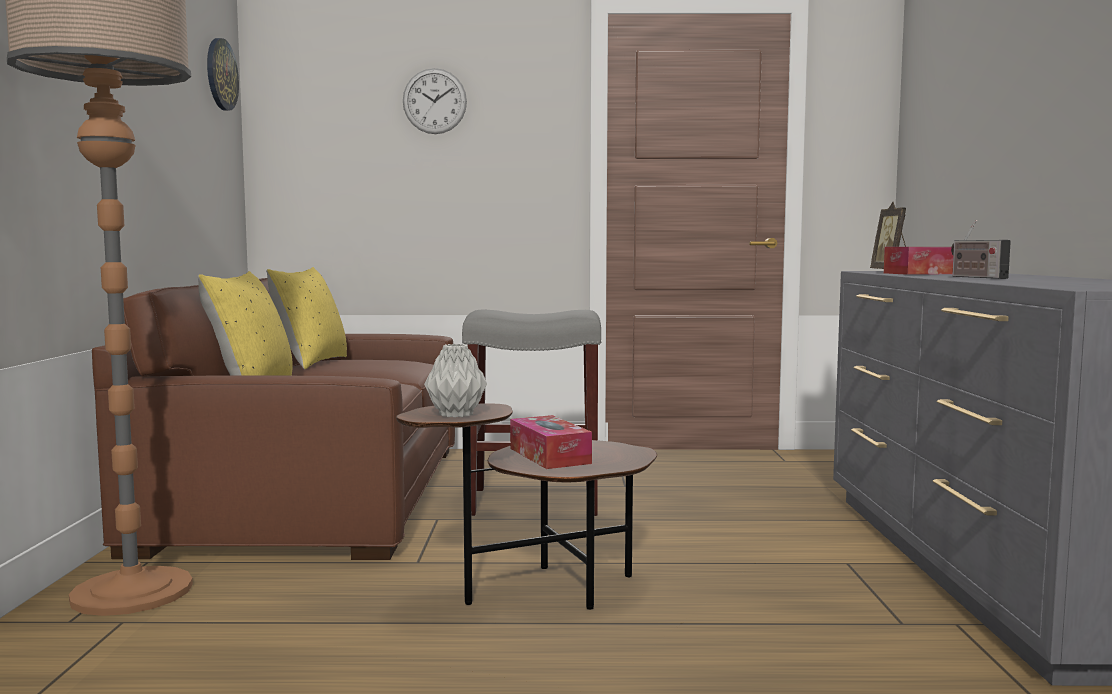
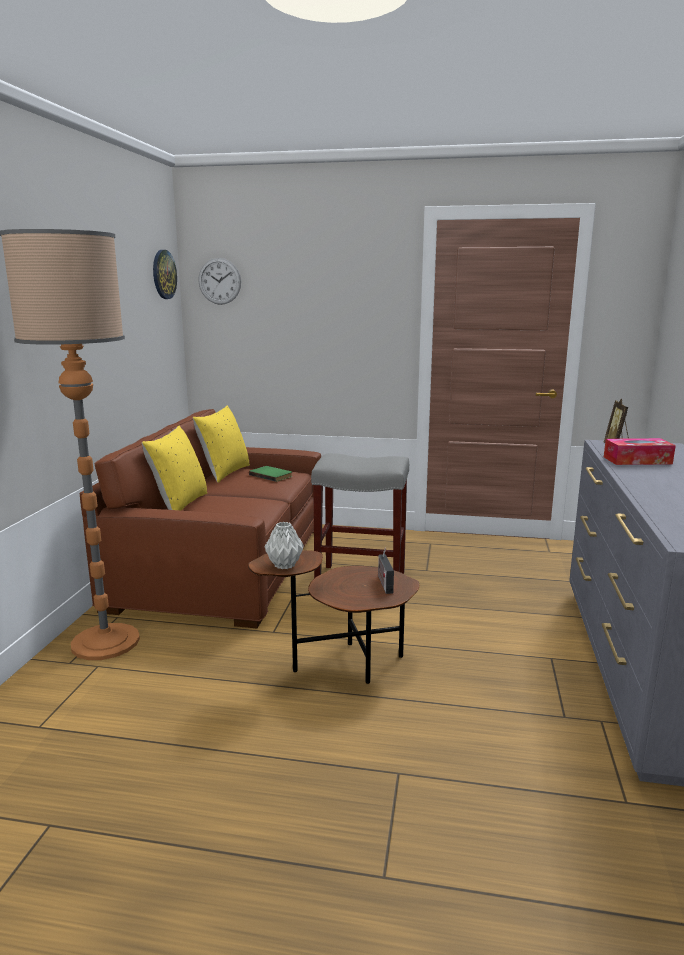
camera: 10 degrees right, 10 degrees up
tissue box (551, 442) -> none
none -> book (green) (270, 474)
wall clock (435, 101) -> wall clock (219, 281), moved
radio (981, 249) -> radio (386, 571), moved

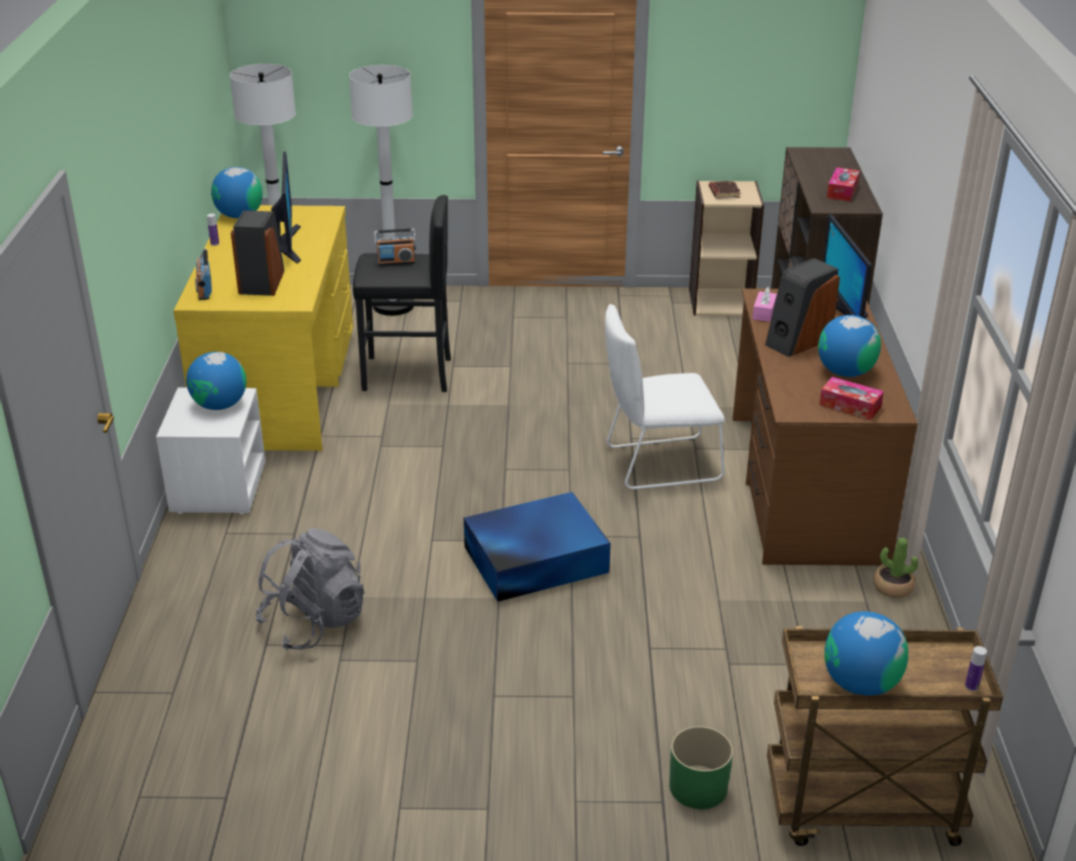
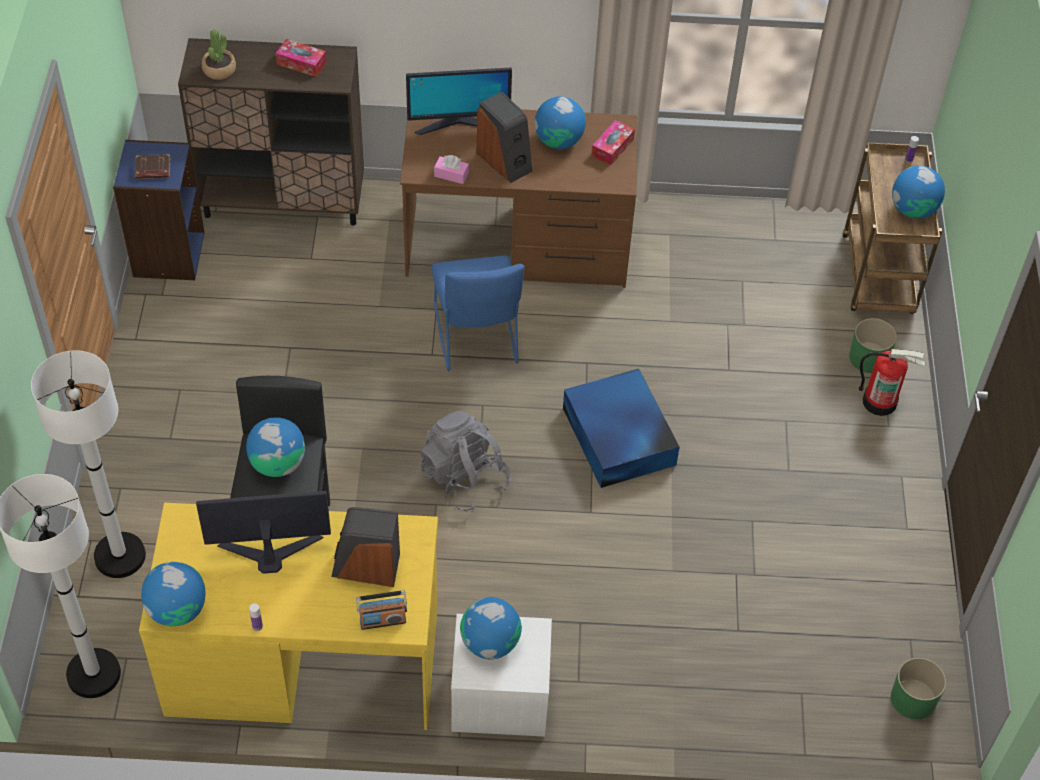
camera: 90 degrees left, 20 degrees up
none -> fire extinguisher (892, 382)
none -> planter (green) (918, 688)
backpack (grey) (310, 589) -> backpack (grey) (466, 461), moved
potted plant (895, 568) -> potted plant (219, 54), moved
radio (395, 247) -> globe (275, 447)
chair (white) (665, 396) -> chair (blue) (478, 313)
bookcase (beige) (726, 248) -> bookcase (blue) (159, 210)

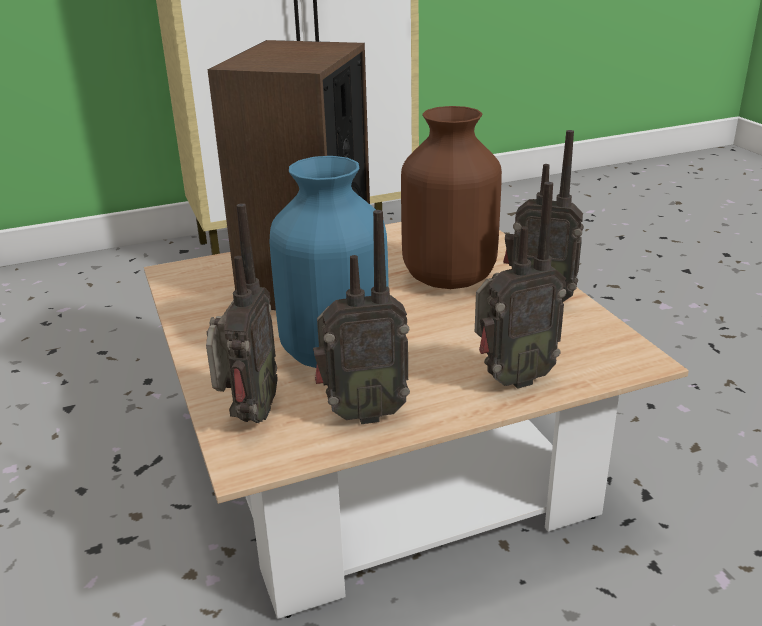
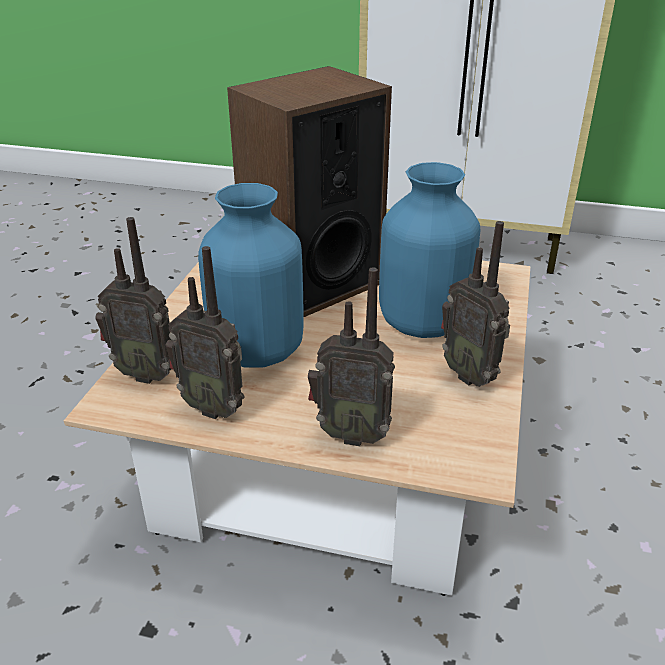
camera: 35 degrees right, 5 degrees up
vase (brown) (451, 197) -> vase (blue) (429, 250)
radio (242, 313) -> radio (133, 300), 60 degrees clockwise

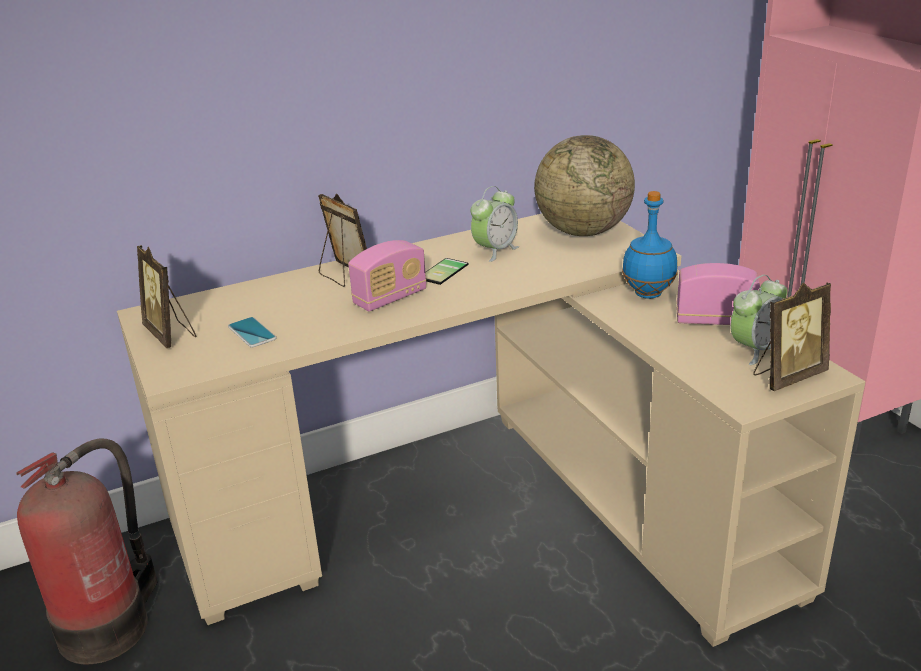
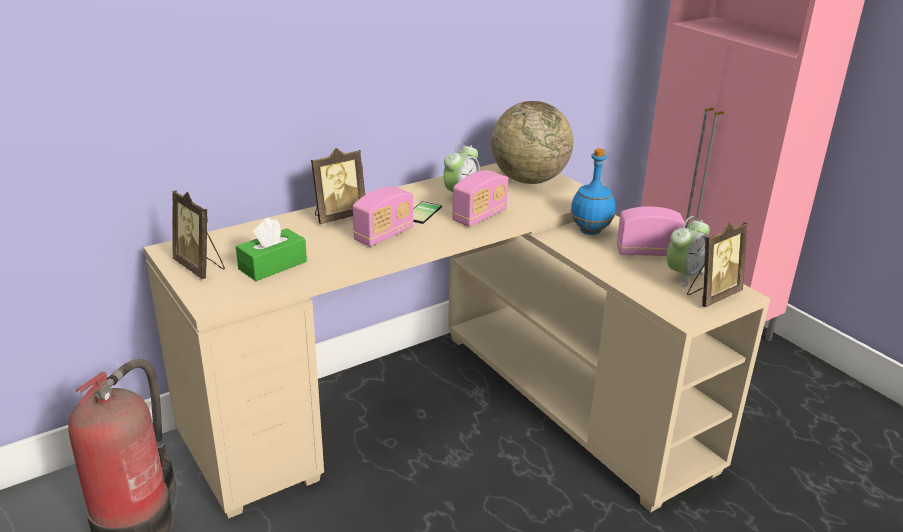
camera: 10 degrees left, 0 degrees up
none -> radio (480, 198)
phone (252, 332) -> tissue box (green) (271, 249)
picture frame (342, 240) -> picture frame (338, 186), 105 degrees clockwise

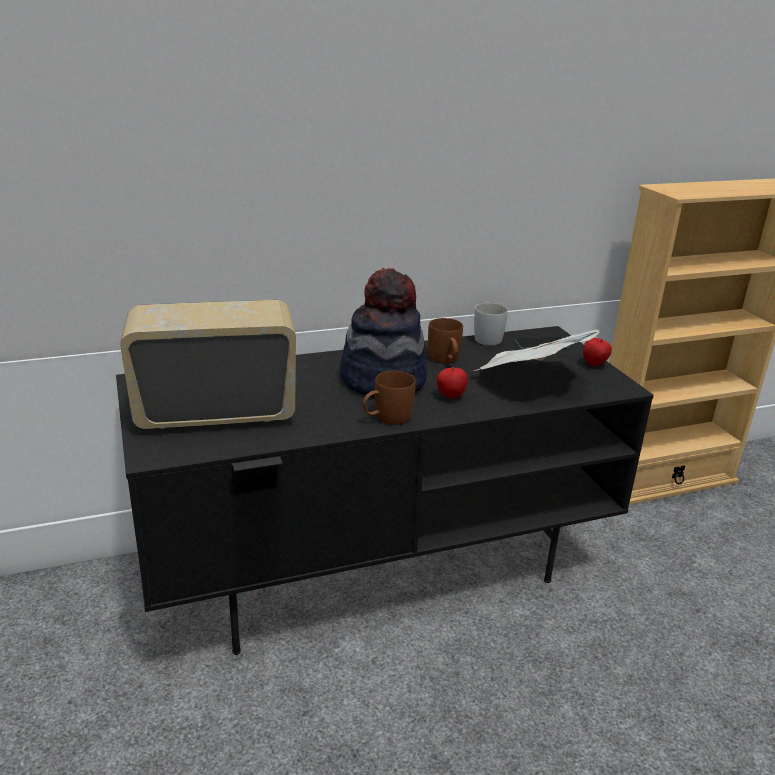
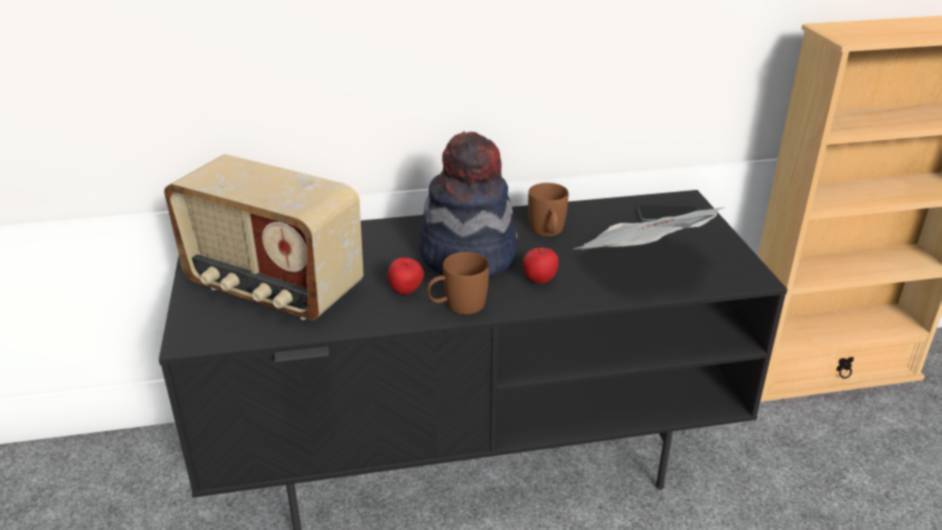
camera: 10 degrees right, 5 degrees up
mug (white) (491, 324) -> none
apple (597, 352) -> apple (405, 276), moved
radio (208, 364) -> radio (263, 237), 150 degrees counterclockwise

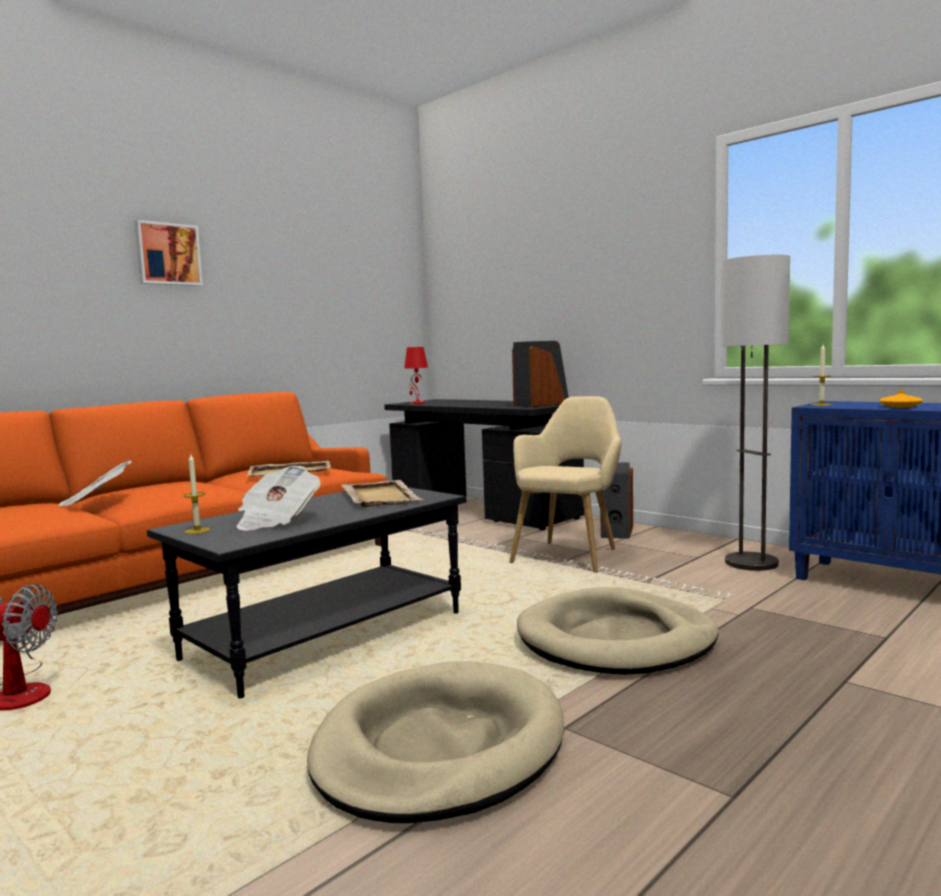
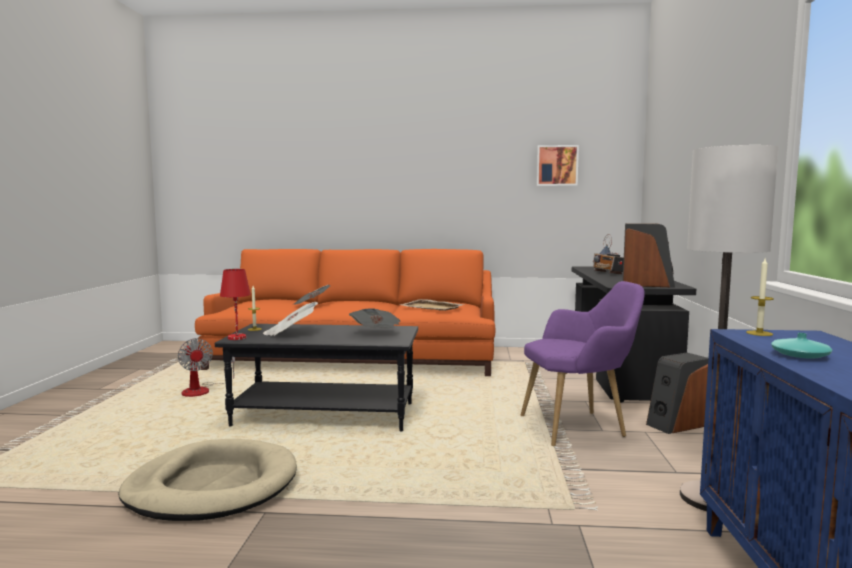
camera: 50 degrees right, 0 degrees up
dog bed (beige) (618, 631) -> none
none -> radio (608, 254)
picture (169, 253) -> picture (557, 165), moved
table lamp (red) (416, 375) -> table lamp (red) (235, 304), moved
tray (beige) (382, 493) -> newspaper (375, 318)
armchair (beige) (565, 484) -> armchair (purple) (583, 363)
vase (orange) (901, 399) -> vase (turquoise) (801, 345)

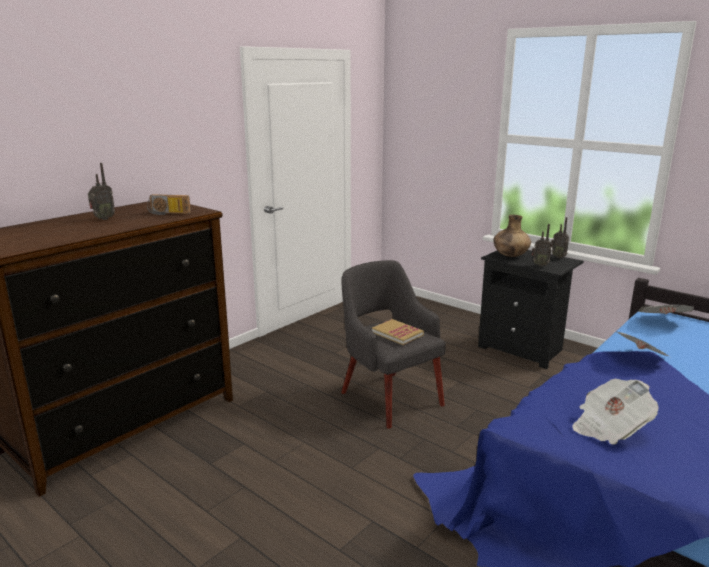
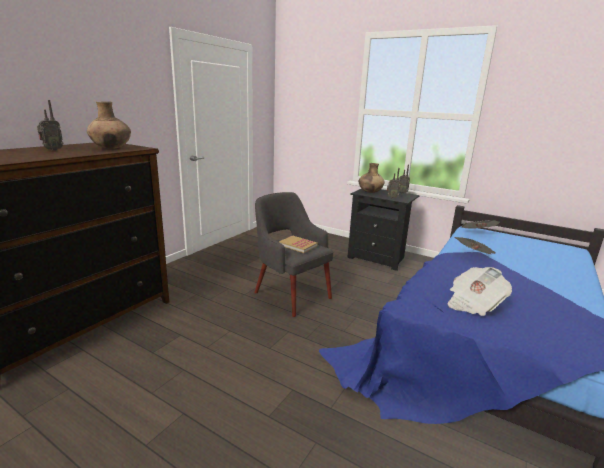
camera: 10 degrees left, 0 degrees up
radio (169, 204) -> vase (brown) (109, 125)

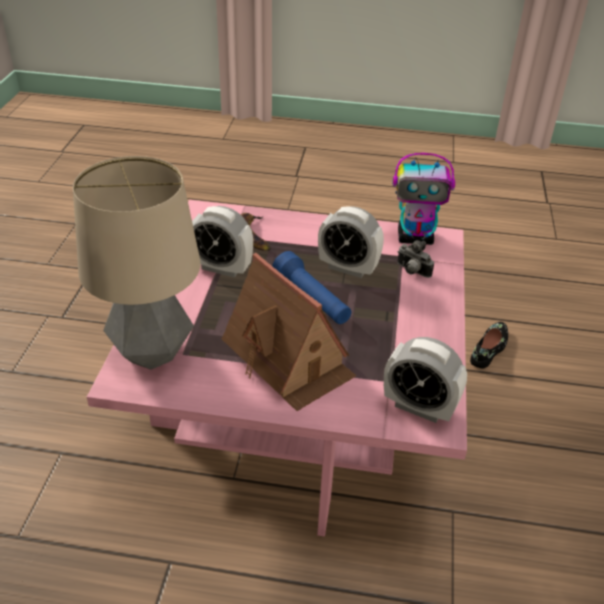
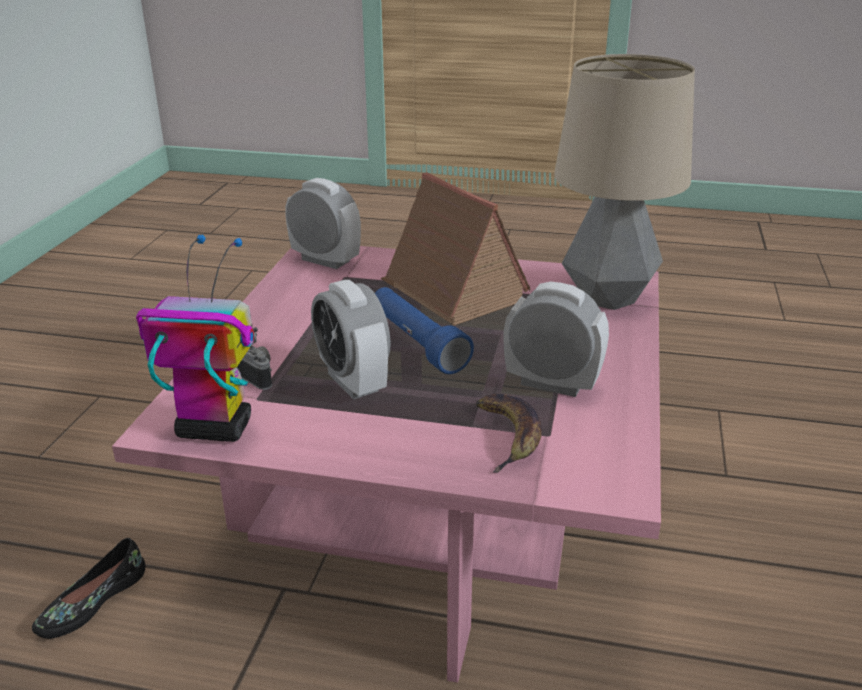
camera: 175 degrees left, 10 degrees down
alarm clock (351, 242) -> alarm clock (351, 340), 150 degrees counterclockwise

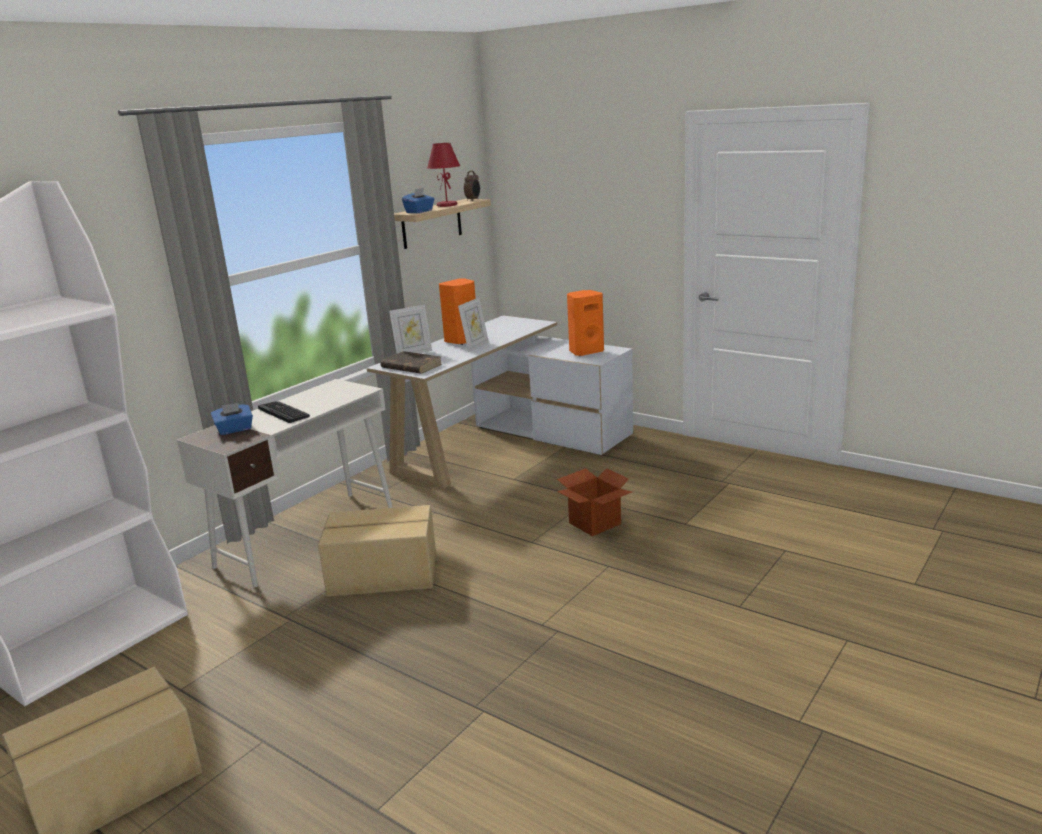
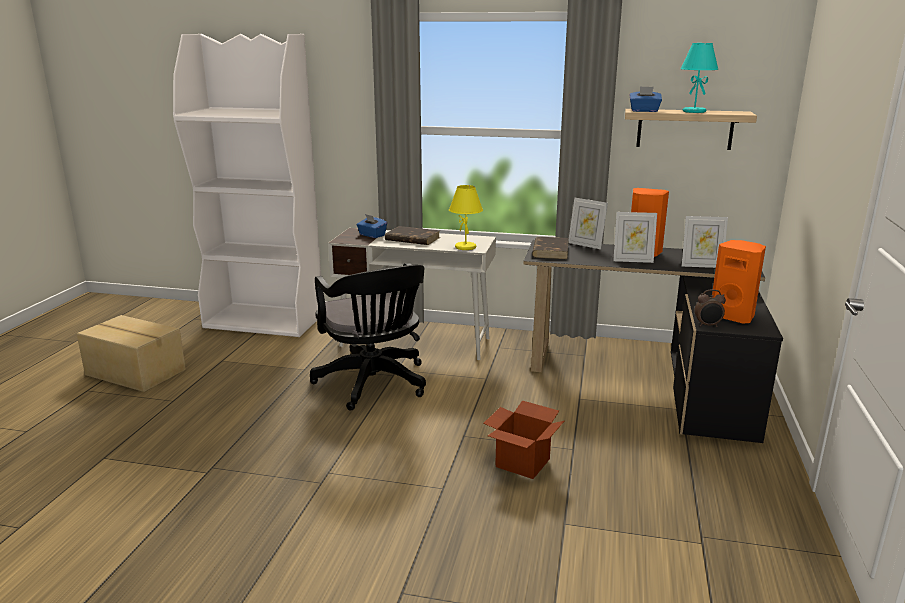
camera: 65 degrees right, 0 degrees up
none -> table lamp (yellow) (466, 217)
none -> picture frame (705, 242)
alarm clock (472, 186) -> alarm clock (710, 308), moved
keyboard (284, 412) -> book (brown) (412, 235)
cardboard box (377, 551) -> office chair (black) (368, 336)
desk (white) (500, 402) -> desk (black) (653, 341)
table lamp (red) (443, 175) -> table lamp (turquoise) (700, 78)

